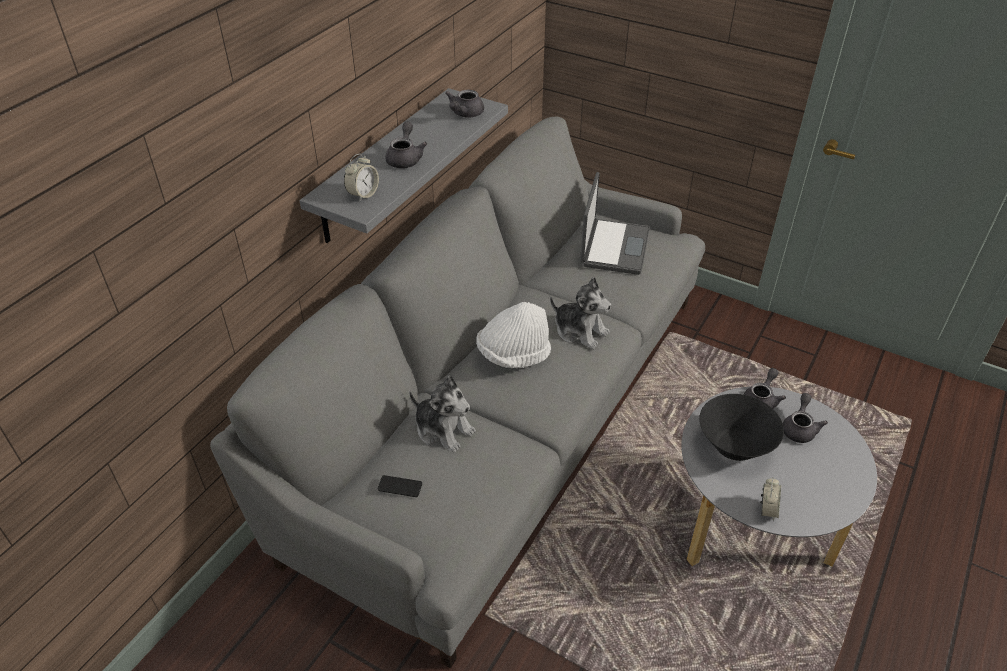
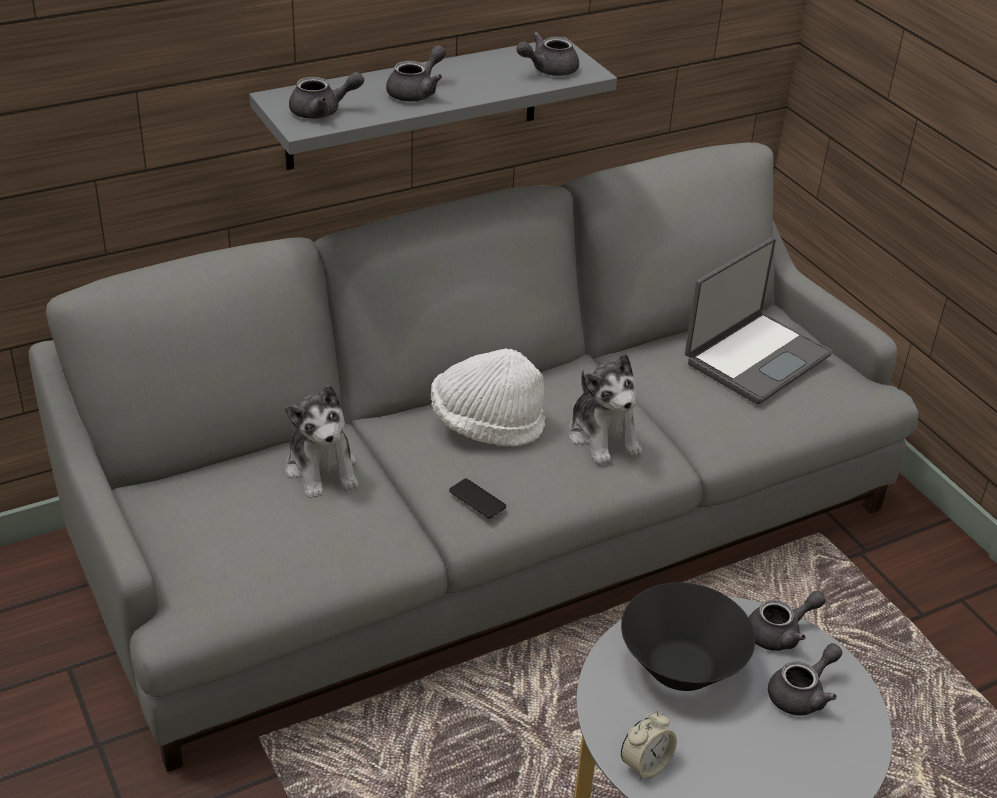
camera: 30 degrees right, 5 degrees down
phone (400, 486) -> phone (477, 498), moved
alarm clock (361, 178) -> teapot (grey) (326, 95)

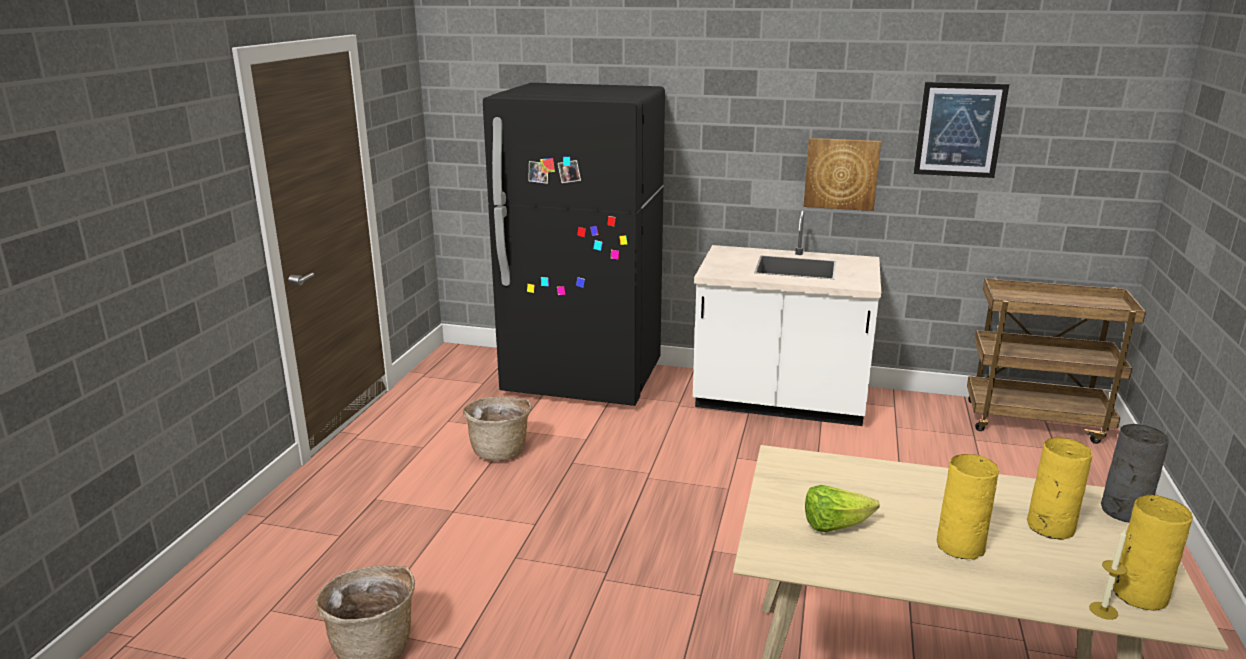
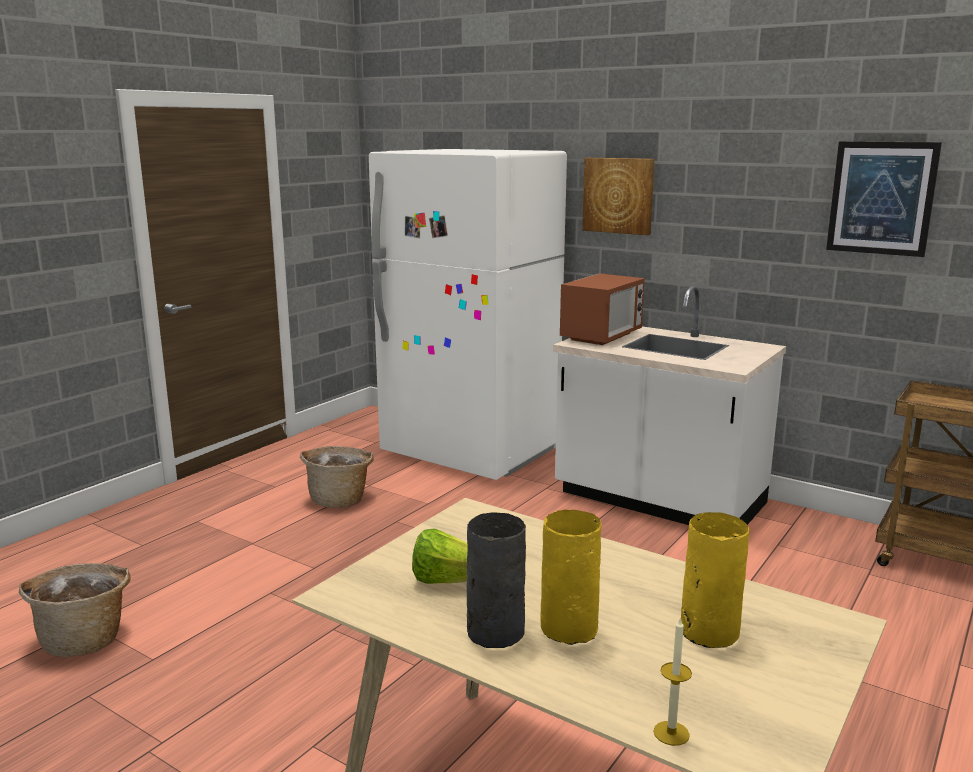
camera: 20 degrees right, 5 degrees down
vase (yellow) (1153, 553) -> none
none -> microwave (602, 309)
picture (842, 174) -> picture (618, 196), moved
vase (grey) (1135, 473) -> vase (grey) (496, 580), moved
fridge (black) (574, 244) -> fridge (white) (468, 314)

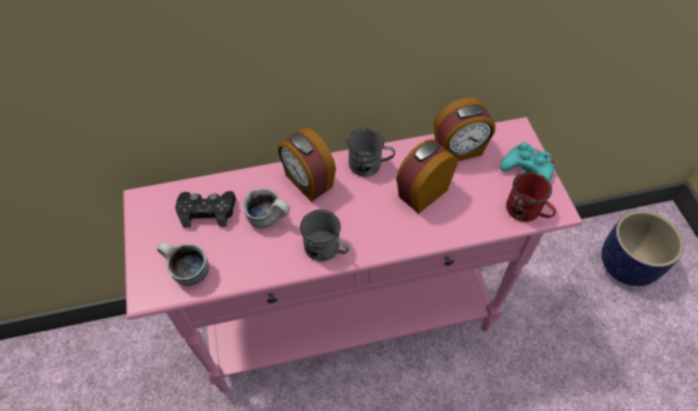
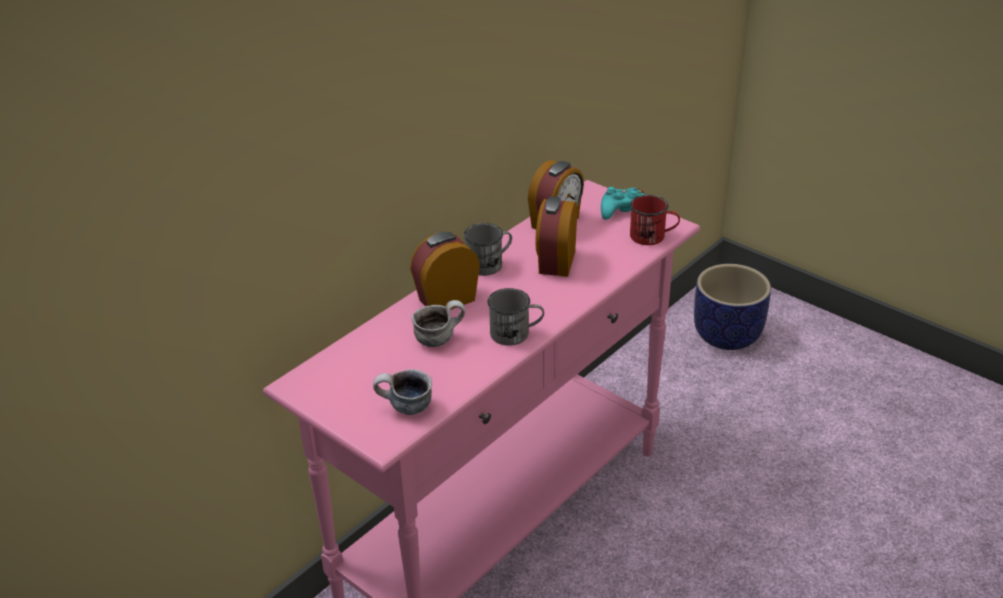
camera: 35 degrees left, 20 degrees down
game controller (black) (205, 209) -> none
alarm clock (307, 164) -> alarm clock (445, 271), 135 degrees clockwise

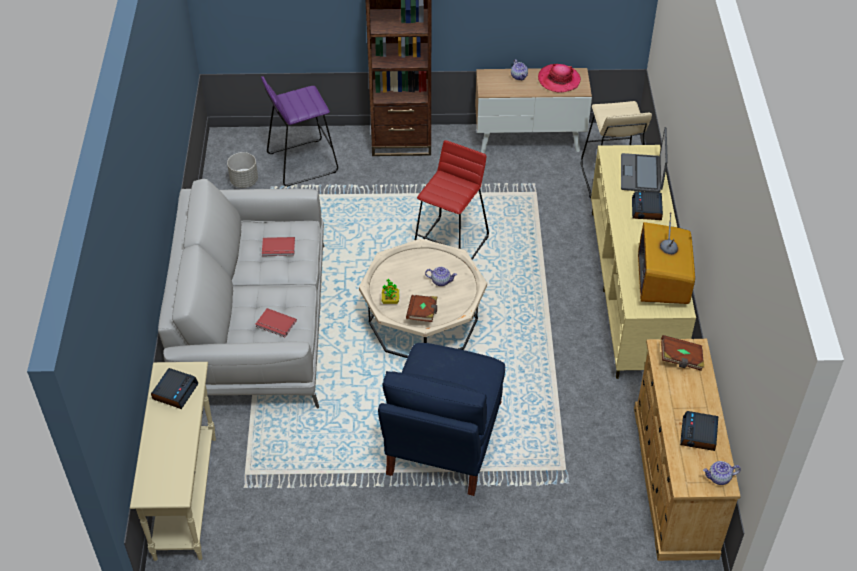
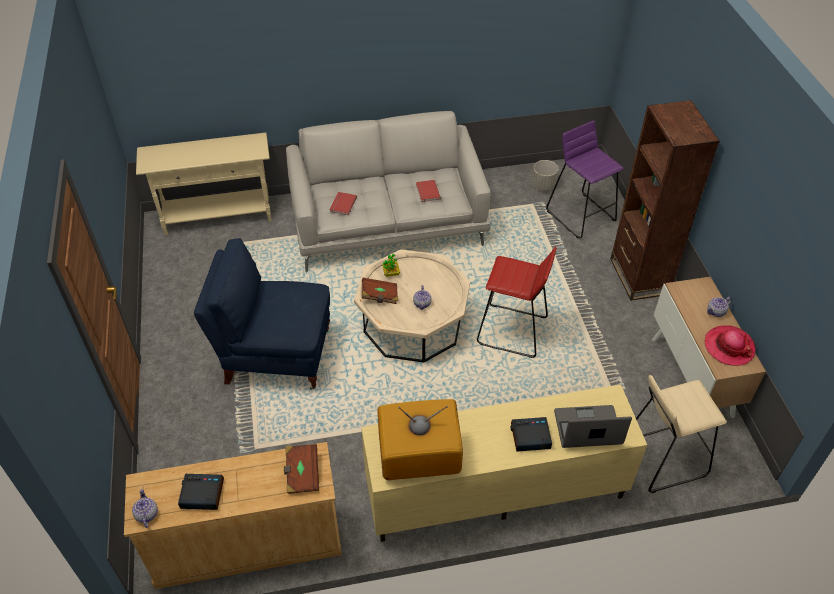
camera: 80 degrees right, 0 degrees up
alarm clock (175, 388) -> none

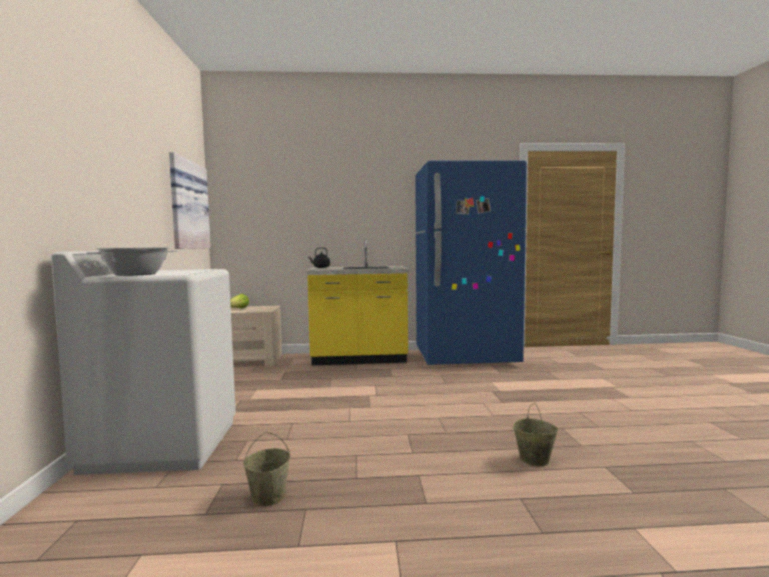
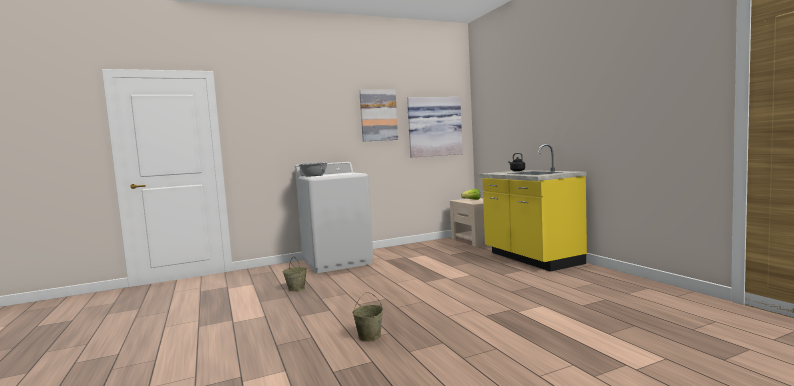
camera: 70 degrees right, 0 degrees up
fridge (blue) (471, 262) -> none
none -> picture (378, 116)

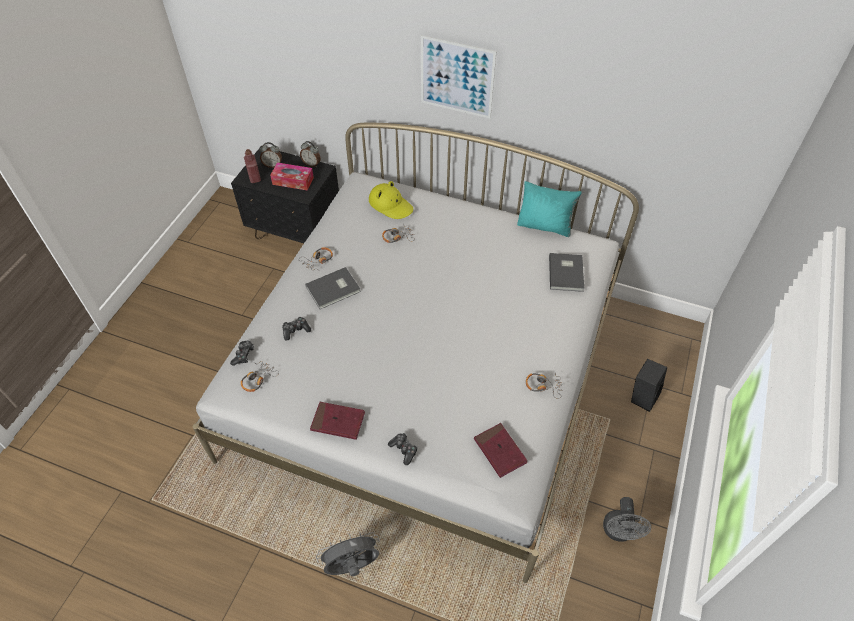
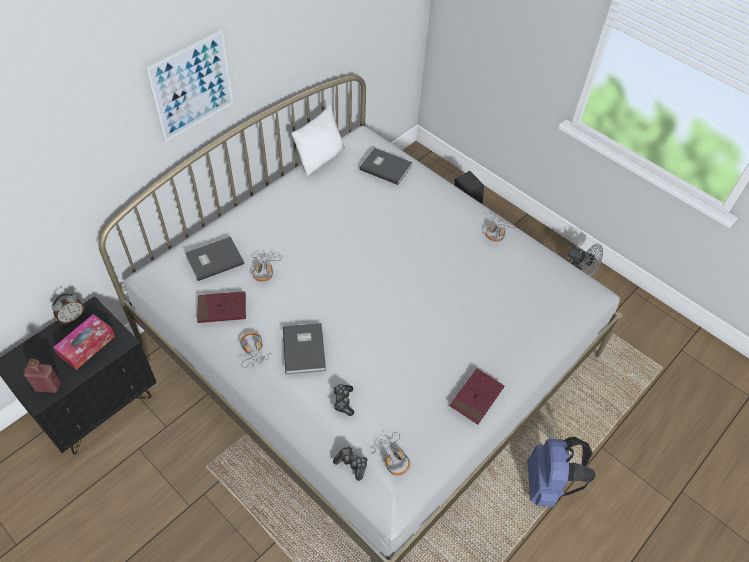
camera: 70 degrees left, 0 degrees up
alarm clock (271, 155) -> none
game controller (403, 449) -> none
book (red) (501, 450) -> book (red) (221, 307), moved
fan (grey) (348, 554) -> backpack (blue) (561, 472)
hat (yellow) (391, 200) -> book (grey) (214, 259)
pillow (turquoise) (549, 209) -> pillow (white) (318, 140)

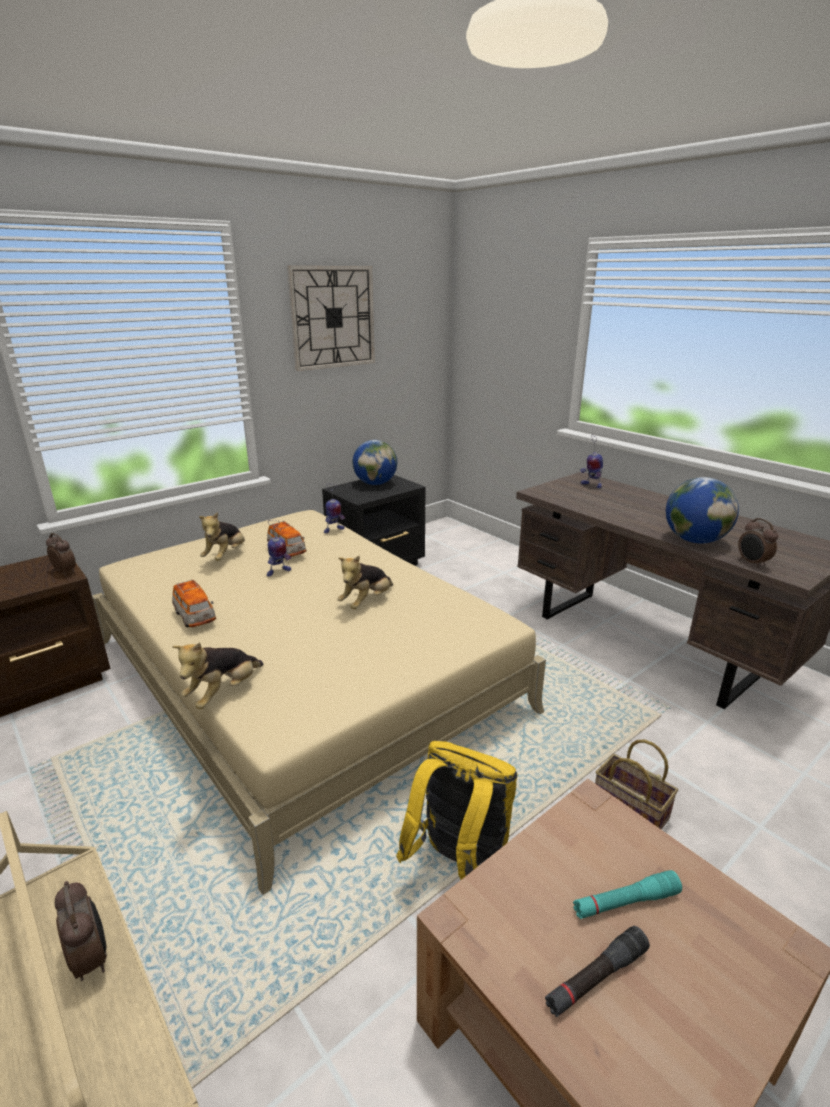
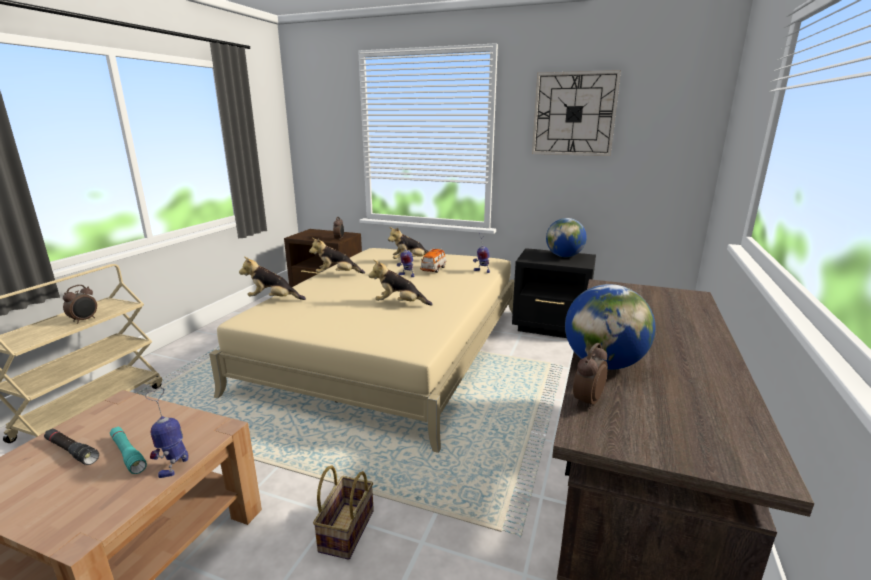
camera: 60 degrees right, 5 degrees down
backpack (yellow) (457, 810) -> none
toy robot (591, 461) -> toy robot (166, 433), moved
toy car (194, 603) -> plush toy (337, 256)

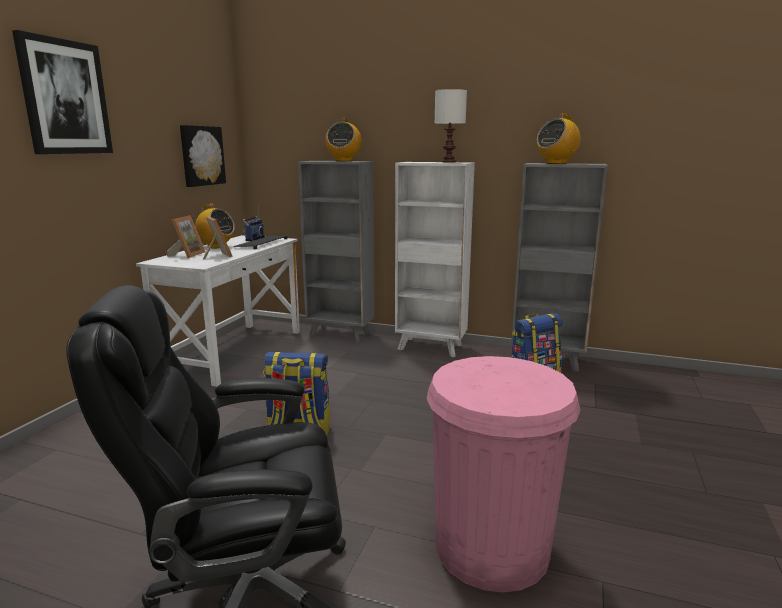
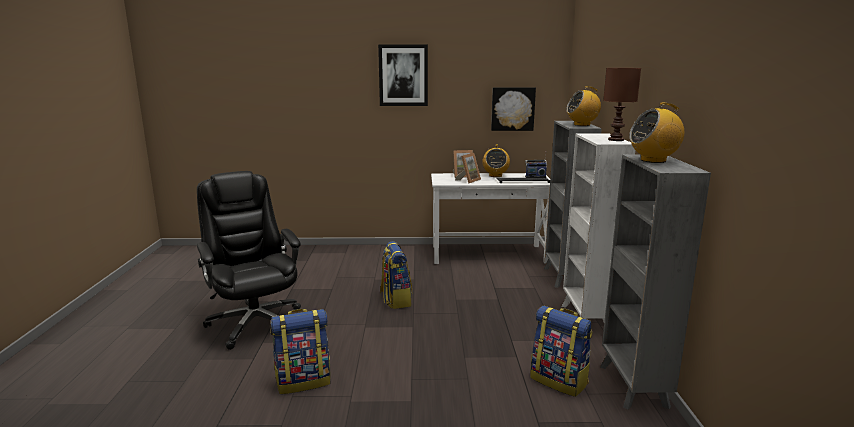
camera: 70 degrees right, 0 degrees up
trash can (pink) (504, 474) -> backpack (301, 351)
table lamp (white) (451, 125) -> table lamp (brown) (622, 104)
radio (559, 138) -> radio (656, 133), 45 degrees counterclockwise

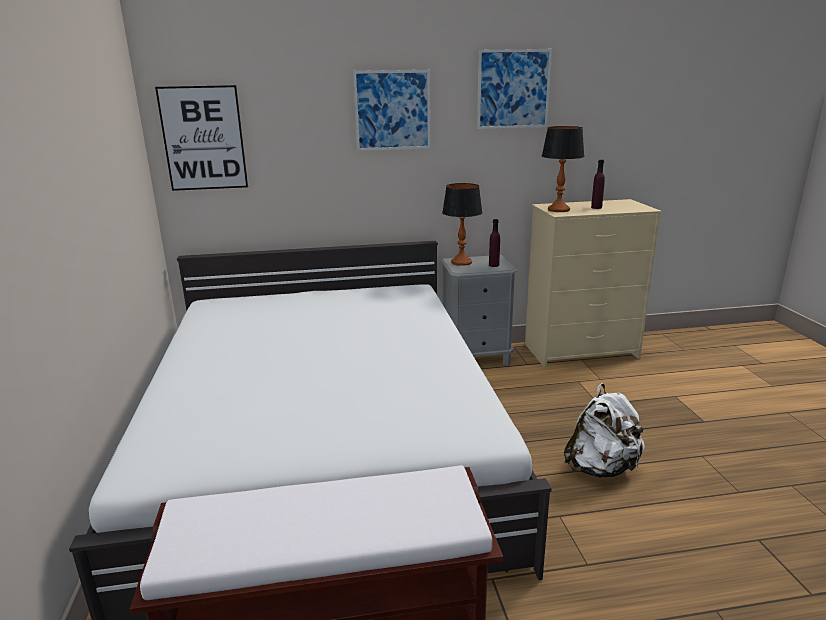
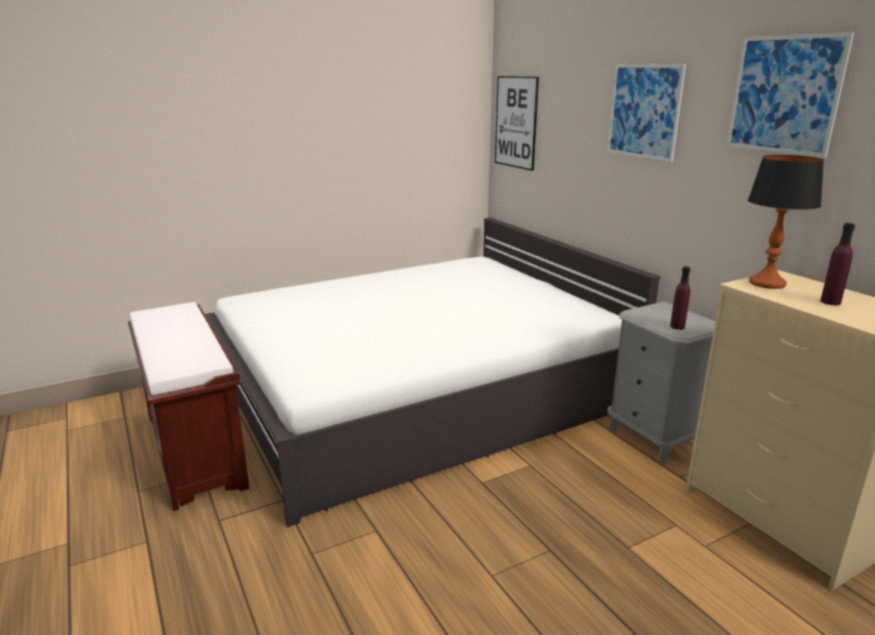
camera: 70 degrees right, 0 degrees up
table lamp (462, 224) -> none
backpack (white) (604, 430) -> none

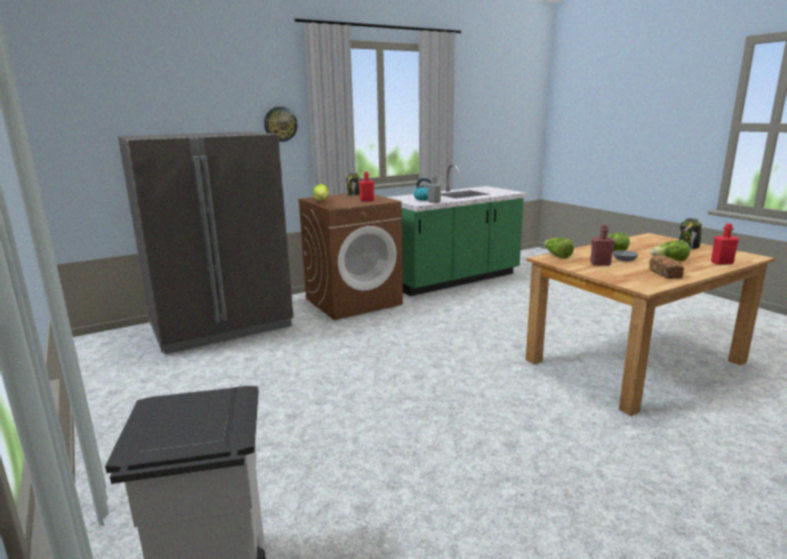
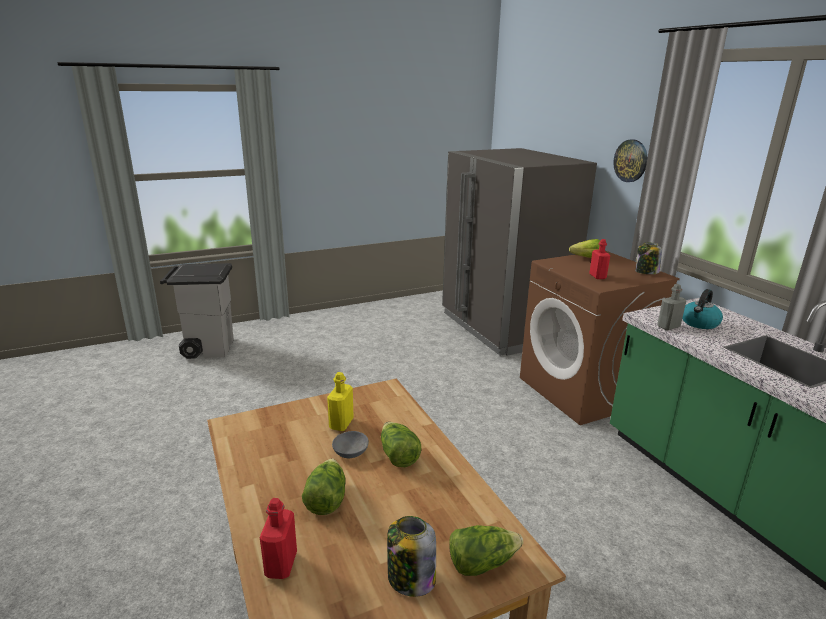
camera: 95 degrees right, 5 degrees up
bread (666, 267) -> none
lettuce (559, 248) -> lettuce (486, 550), moved
bottle (red) (602, 245) -> bottle (yellow) (340, 401)

